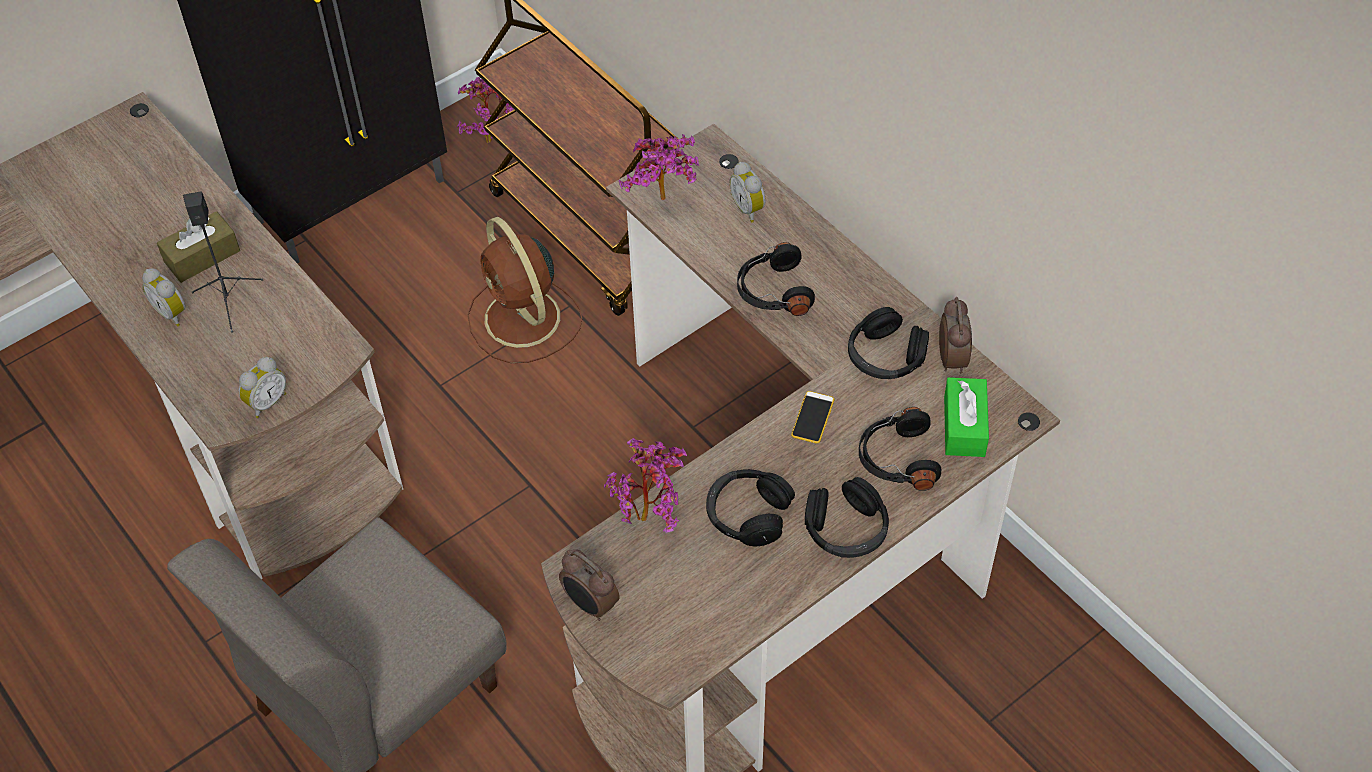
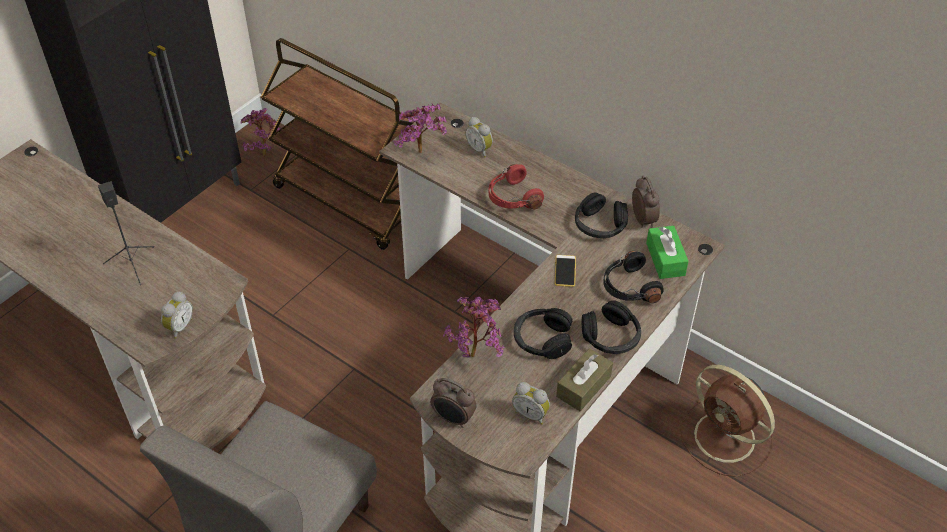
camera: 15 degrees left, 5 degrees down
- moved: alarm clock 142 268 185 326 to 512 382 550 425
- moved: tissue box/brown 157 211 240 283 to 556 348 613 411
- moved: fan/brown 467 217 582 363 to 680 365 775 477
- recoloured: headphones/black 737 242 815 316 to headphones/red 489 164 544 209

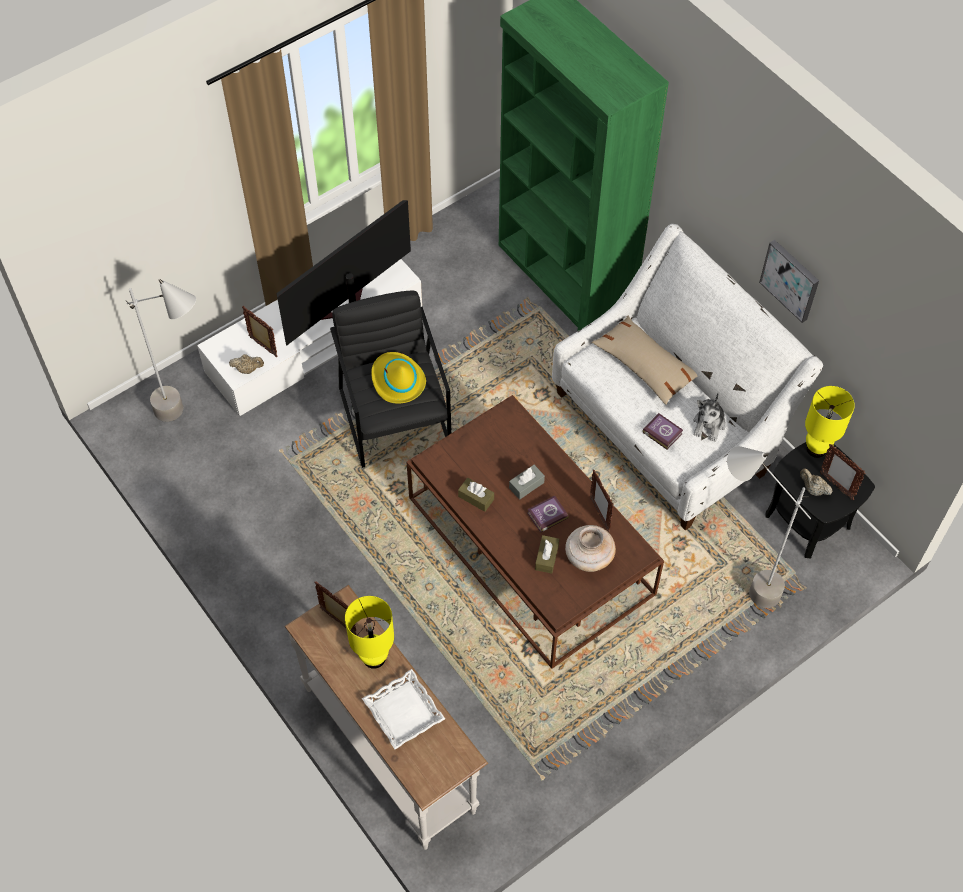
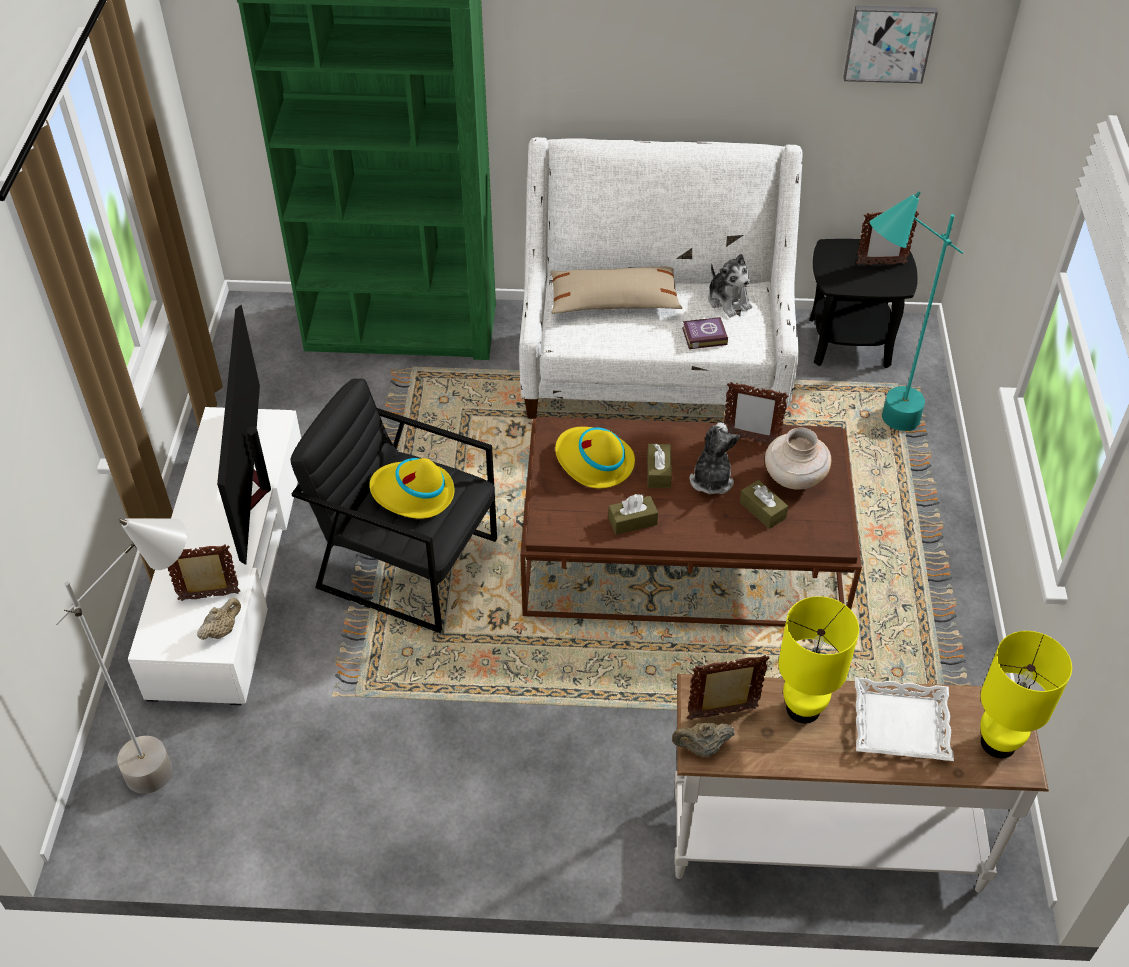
camera: 50 degrees left, 10 degrees down
- added: hat/yellow 555 427 635 489
- moved: picture 759 240 819 323 to 843 6 938 83
- moved: teapot/beige 800 468 833 496 to 672 723 735 757
- moved: table lamp/yellow 805 386 855 458 to 980 631 1072 758
- replaced: book 527 496 568 533 to plush toy 690 422 741 495
- recoloured: tissue box/grey 509 465 545 500 to tissue box/brown 647 444 672 488
- recoloured: floor lamp/grey 727 446 811 608 to floor lamp/turquoise 869 191 963 431

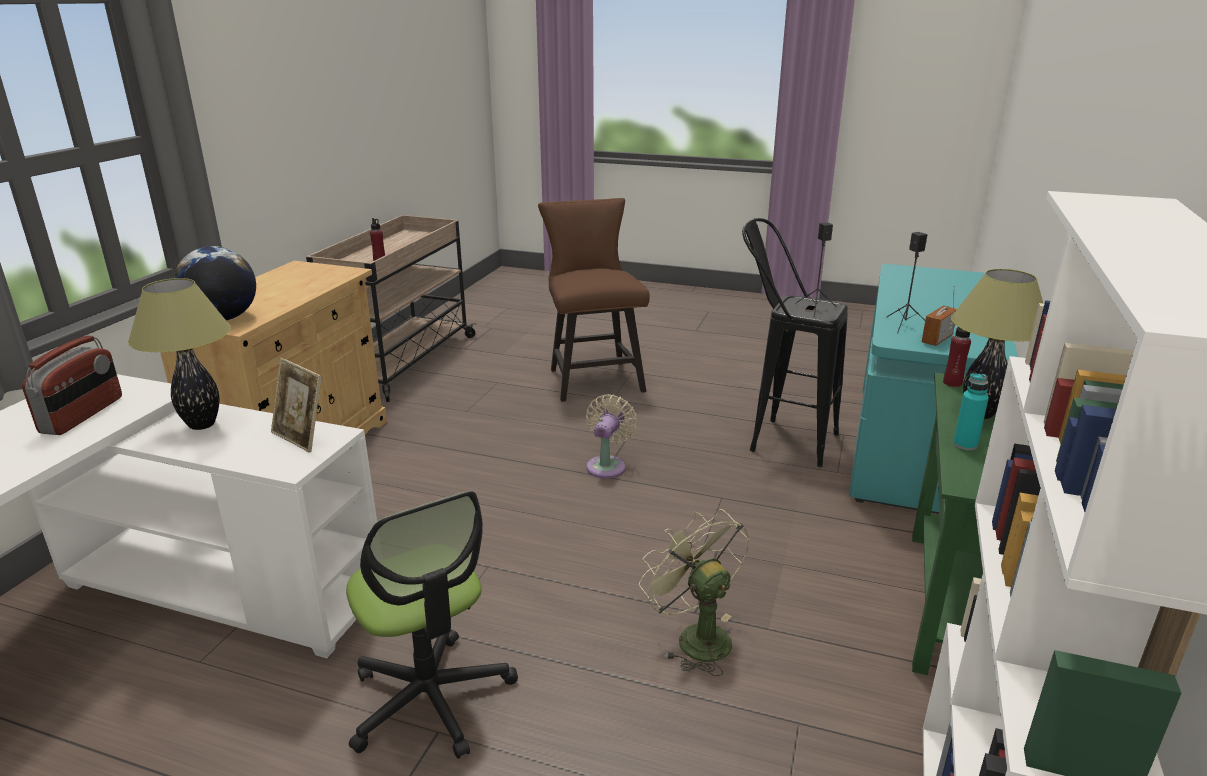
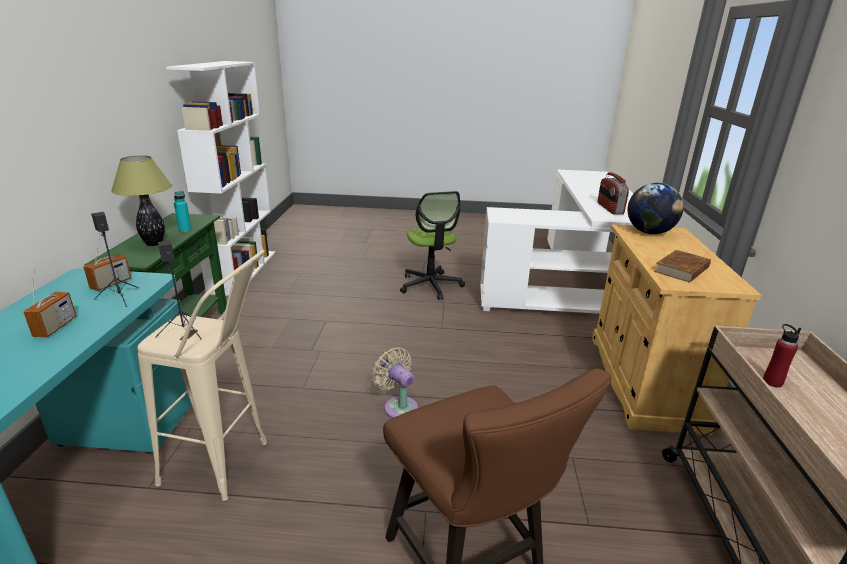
camera: 165 degrees right, 0 degrees up
- removed: table lamp 128 278 231 430
- removed: picture frame 271 358 322 453
- removed: fan/green 639 509 750 676
- removed: bottle/red 943 327 971 387
- added: radio 23 268 76 338
- added: book/brown 654 250 711 283
- recoloured: stool/black 742 218 848 467 to stool/beige 137 250 267 501
- turned: office chair 346 491 518 759 = 400 191 465 300 150 degrees counterclockwise
- turned: fan/beige 586 394 638 478 = 372 347 418 418 135 degrees clockwise

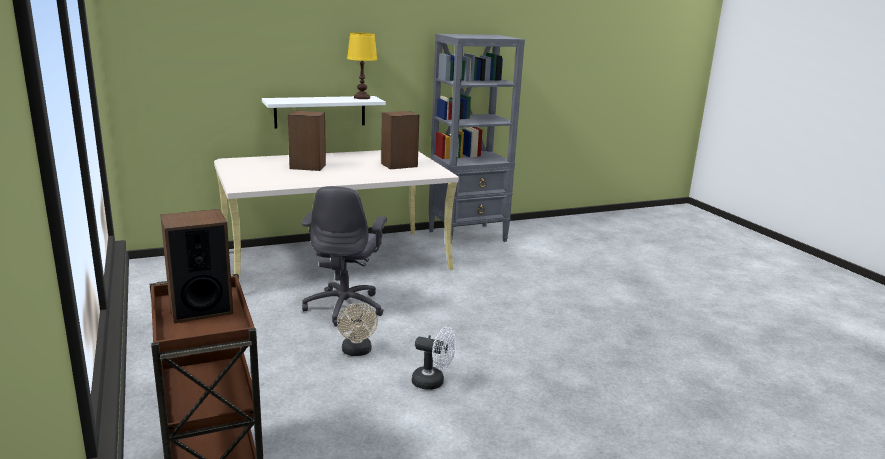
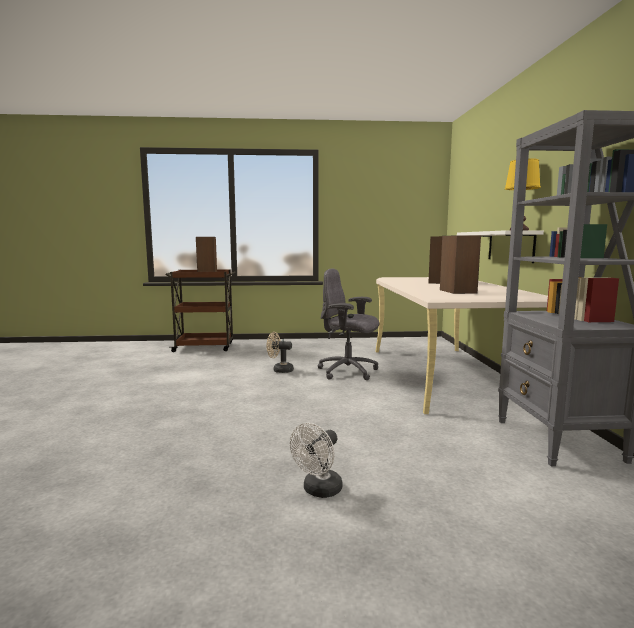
camera: 110 degrees right, 10 degrees down
- moved: fan/white 412 327 456 390 to 290 423 342 498

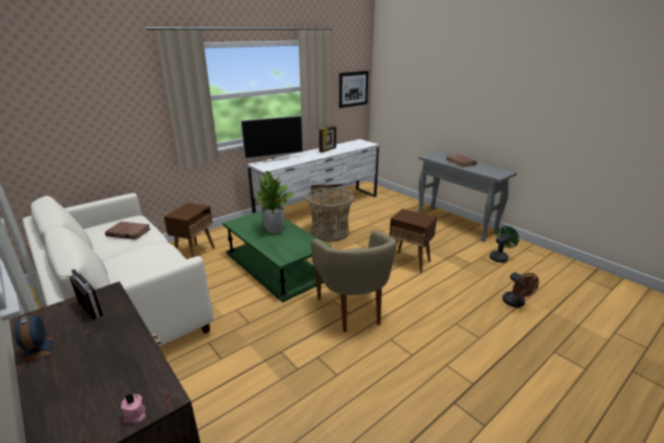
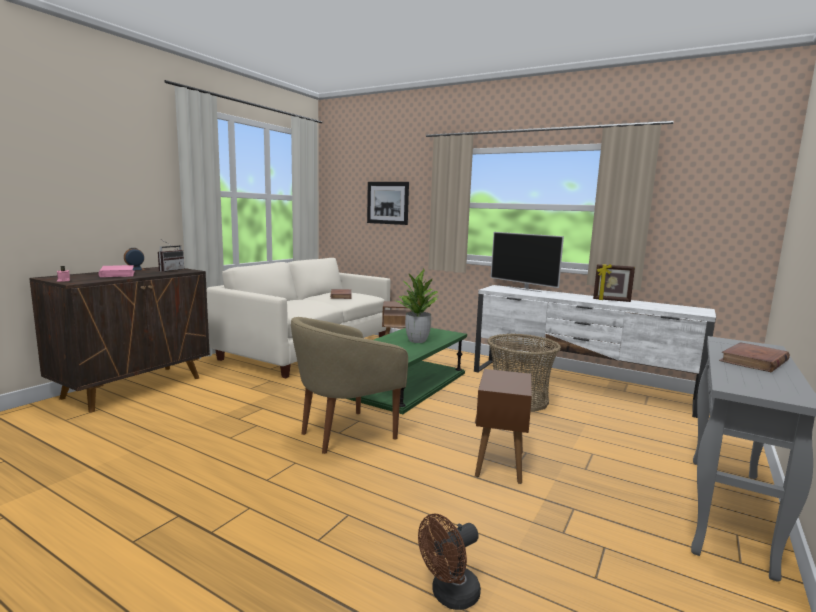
camera: 70 degrees right, 15 degrees down
- removed: fan/green 489 226 519 263
- added: book/pink 98 265 135 277
- moved: picture 339 71 369 108 to 367 182 409 225

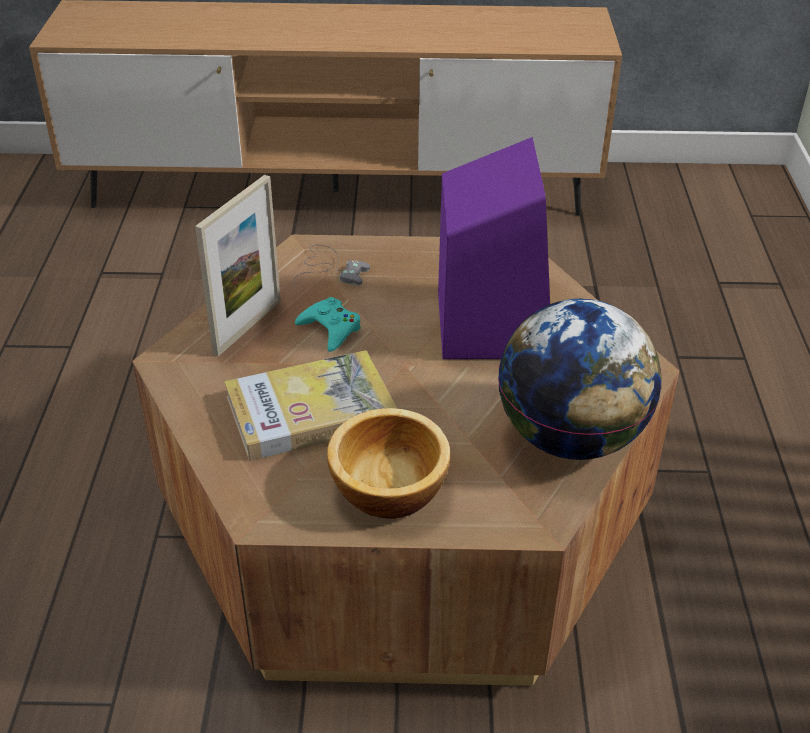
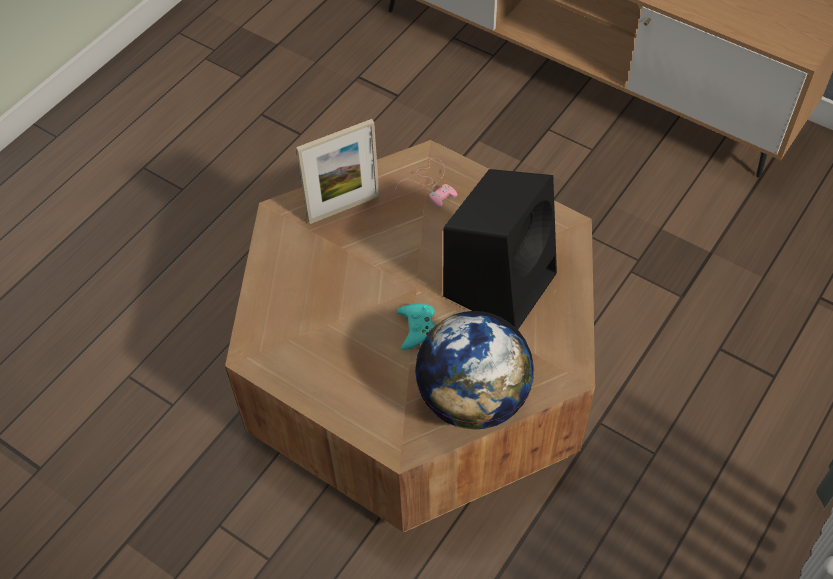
camera: 35 degrees right, 15 degrees up
- removed: book 224 350 397 461
- removed: bowl 327 408 450 519
- moved: game controller/turquoise 295 297 361 352 to 397 304 435 350
- recoloured: game controller/grey 293 245 370 287 to game controller/pink 395 158 458 208
- recoloured: speaker/purple 438 137 550 359 to speaker/black 443 169 557 330

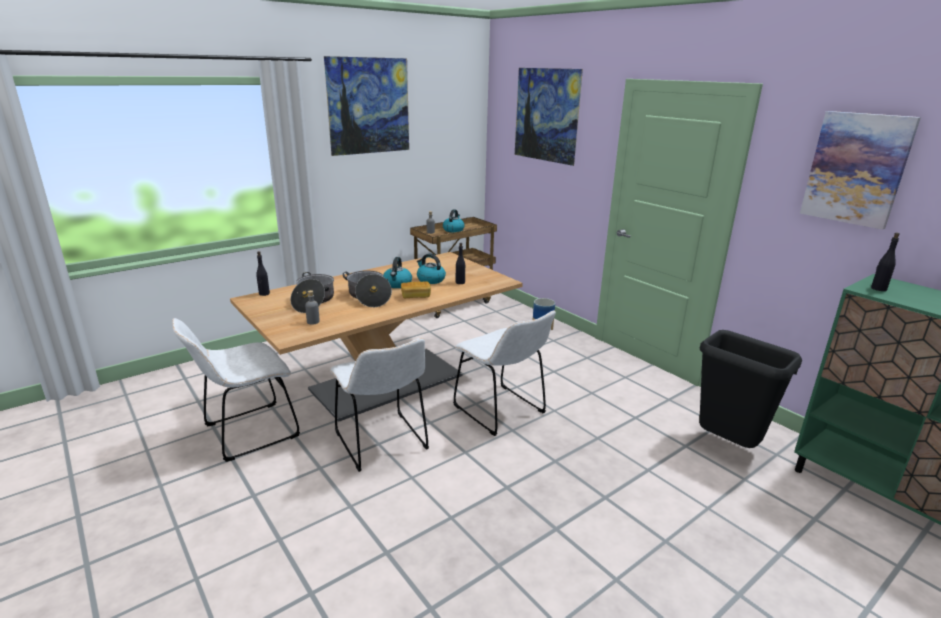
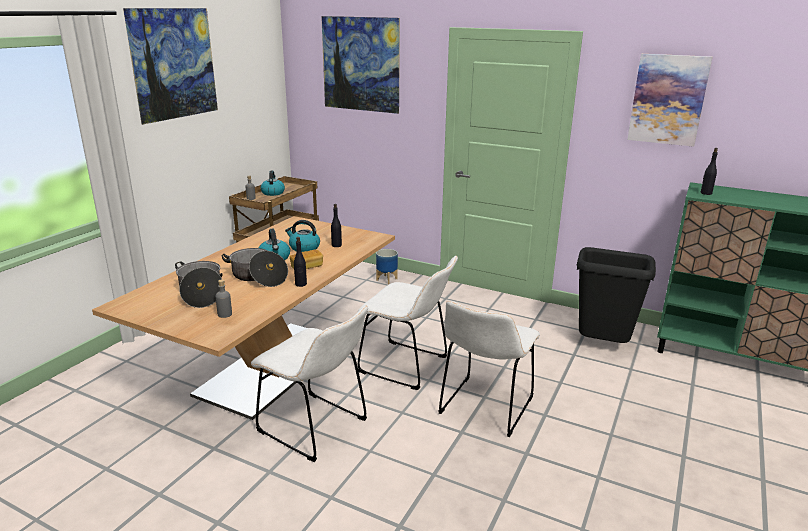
camera: 25 degrees left, 0 degrees up
- moved: chair/white 172 318 300 462 to 438 301 540 437
- moved: bottle/black 256 251 270 296 to 294 237 307 287

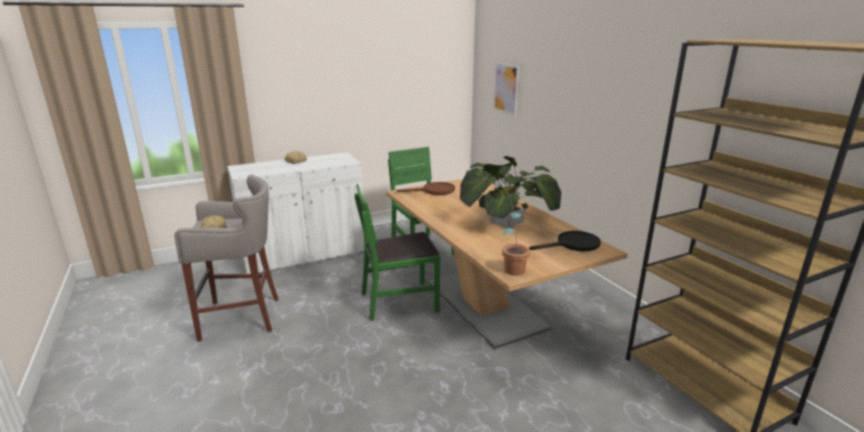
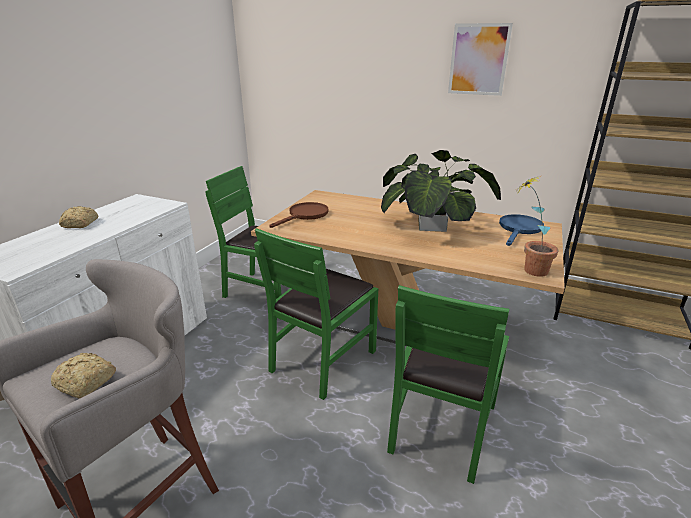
camera: 40 degrees left, 5 degrees up
- added: chair/green 387 285 509 484
- moved: picture 493 63 519 116 to 448 23 513 96
- recoloured: frying pan/black 529 231 601 252 to frying pan/blue 499 214 544 246

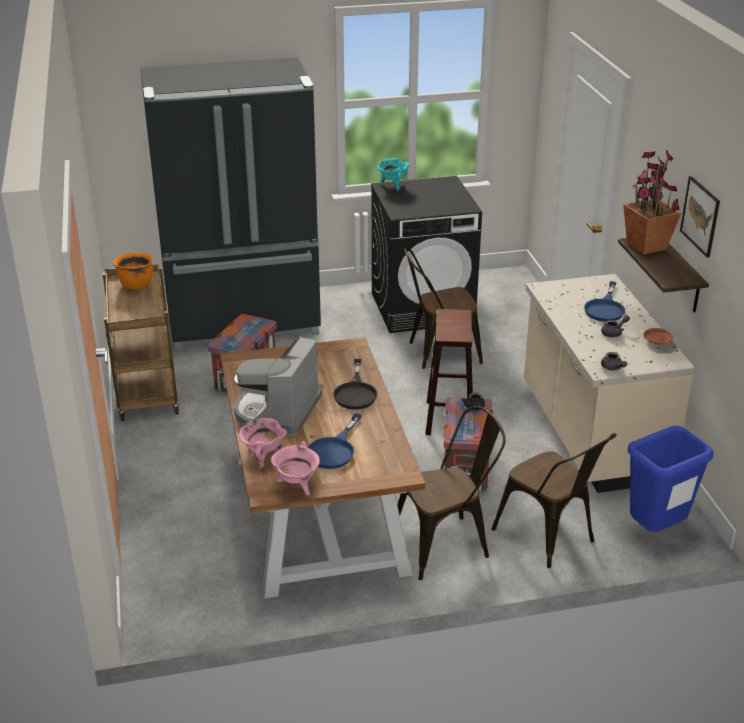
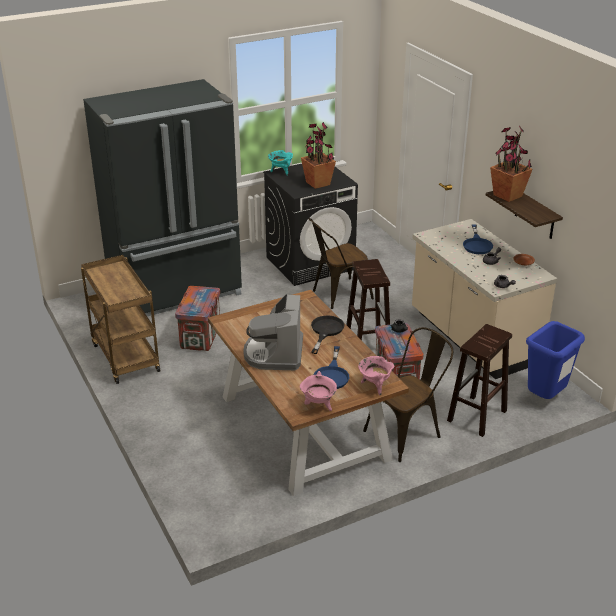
camera: 15 degrees left, 0 degrees up
- removed: cooking pot/orange 113 252 153 290
- removed: picture 680 176 720 258
- added: potted plant 301 122 336 189
- moved: cooking pot/pink 239 418 287 470 to 358 356 394 395
- replaced: chair/brown 492 433 617 568 to stool/brown 447 324 512 437
- turned: frying pan/black 333 359 378 410 = 311 315 345 354 150 degrees counterclockwise

